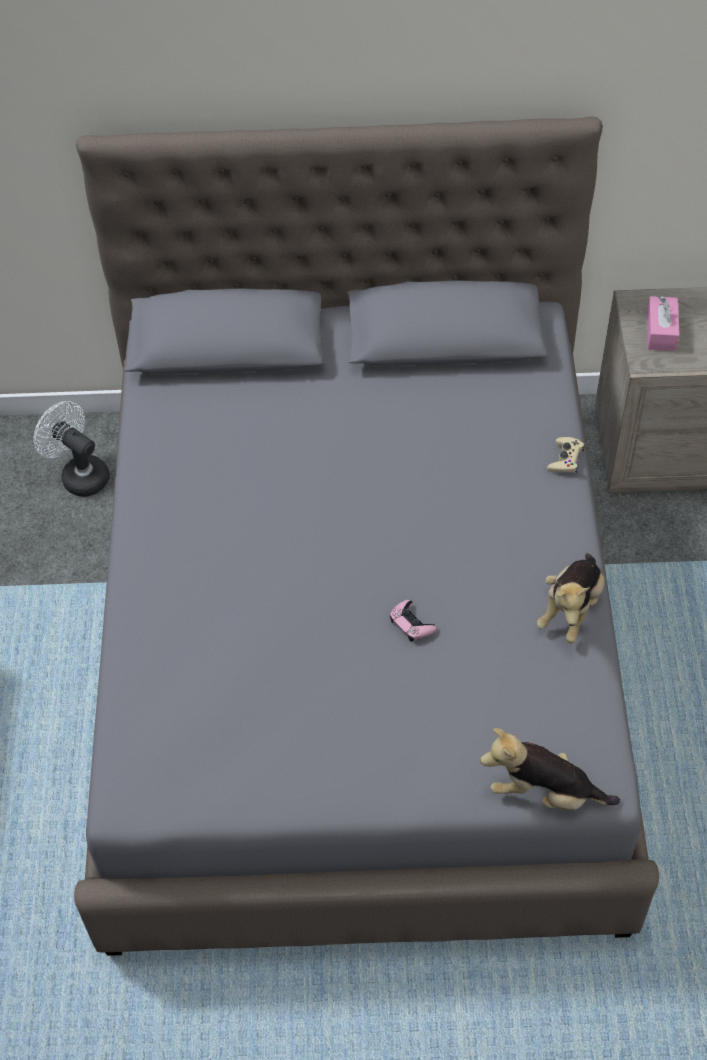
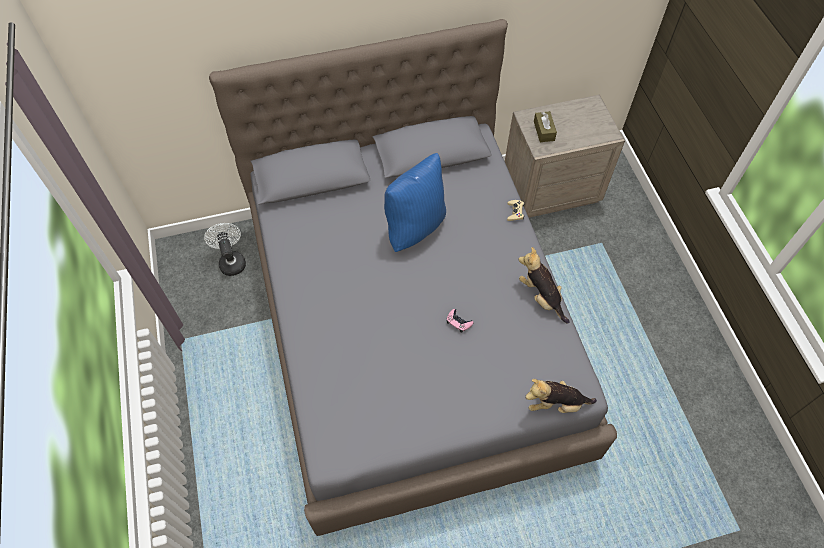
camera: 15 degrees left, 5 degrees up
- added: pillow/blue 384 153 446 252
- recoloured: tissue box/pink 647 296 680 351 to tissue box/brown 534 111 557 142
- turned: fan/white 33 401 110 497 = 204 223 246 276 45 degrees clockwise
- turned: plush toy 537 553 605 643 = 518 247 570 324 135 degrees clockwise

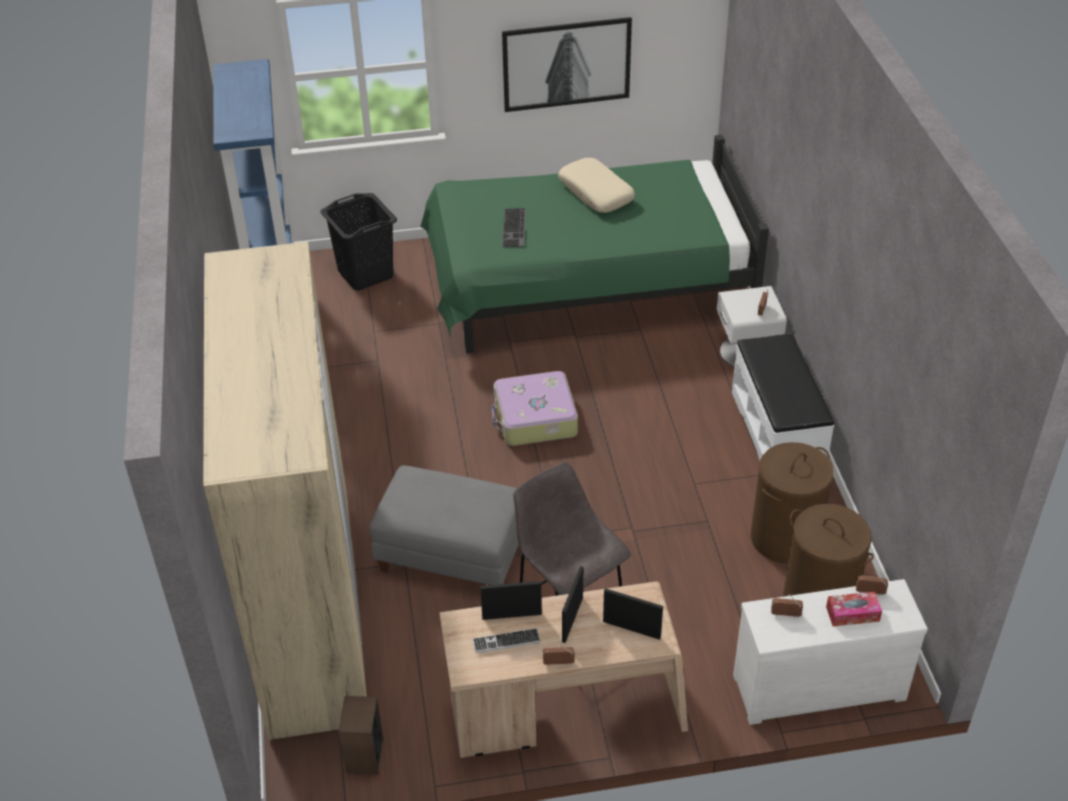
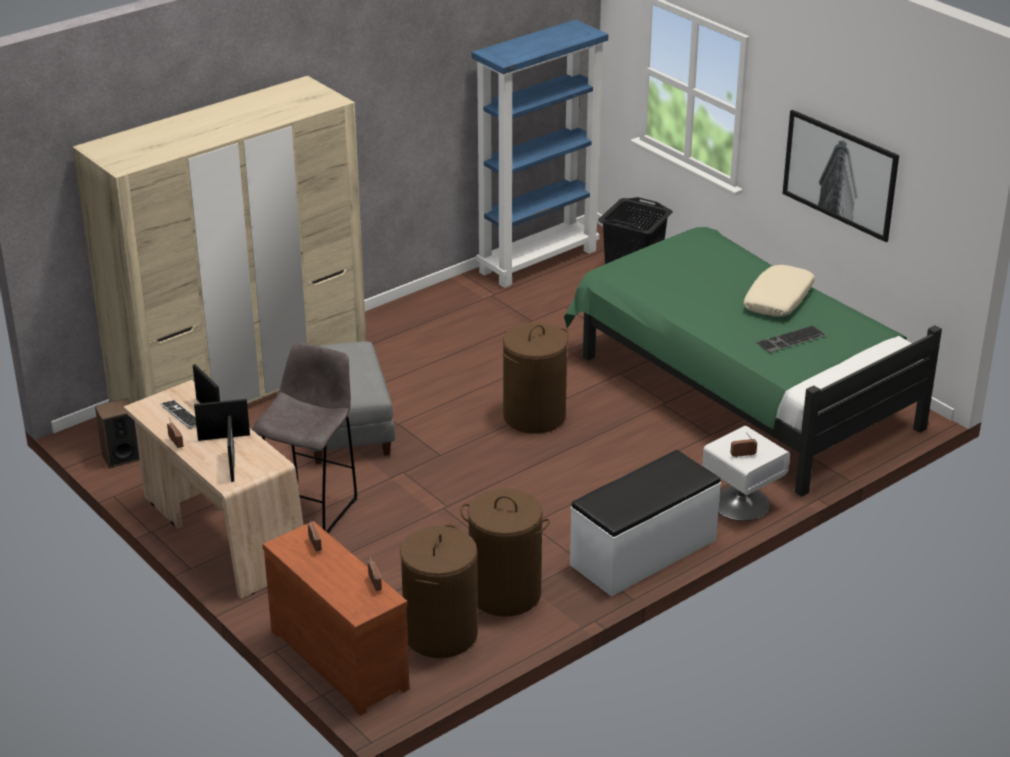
camera: 60 degrees right, 10 degrees down
- removed: tissue box 826 592 882 626
- moved: keyboard 502 208 526 247 to 756 325 826 353
- replaced: suitcase 492 371 578 446 to laundry basket/brown 502 322 569 434
- recoloured: dresser/white 733 579 928 725 to dresser/brown 263 521 410 716

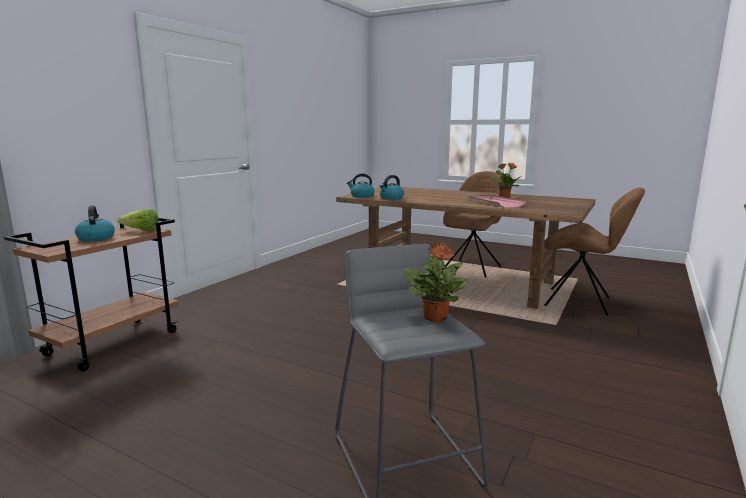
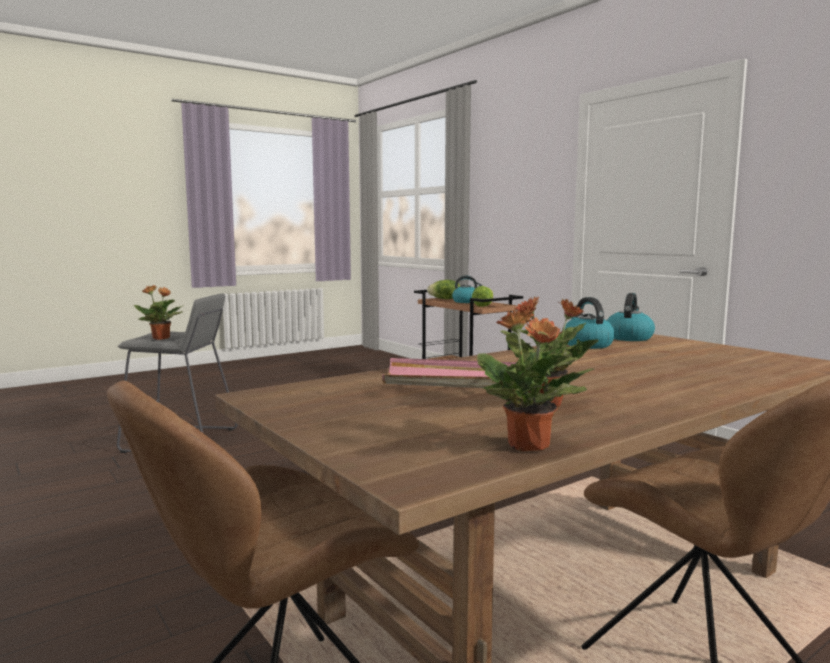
camera: 115 degrees right, 5 degrees down
- added: lettuce 427 280 460 299
- added: potted plant 477 310 594 451

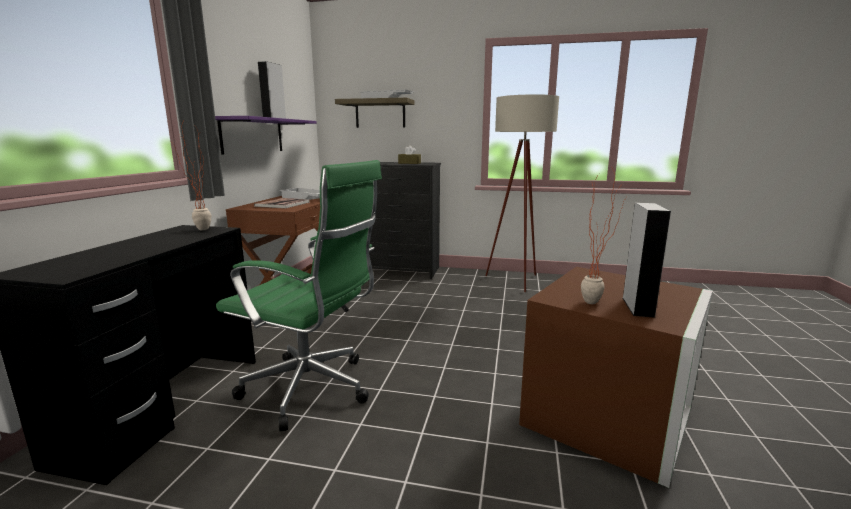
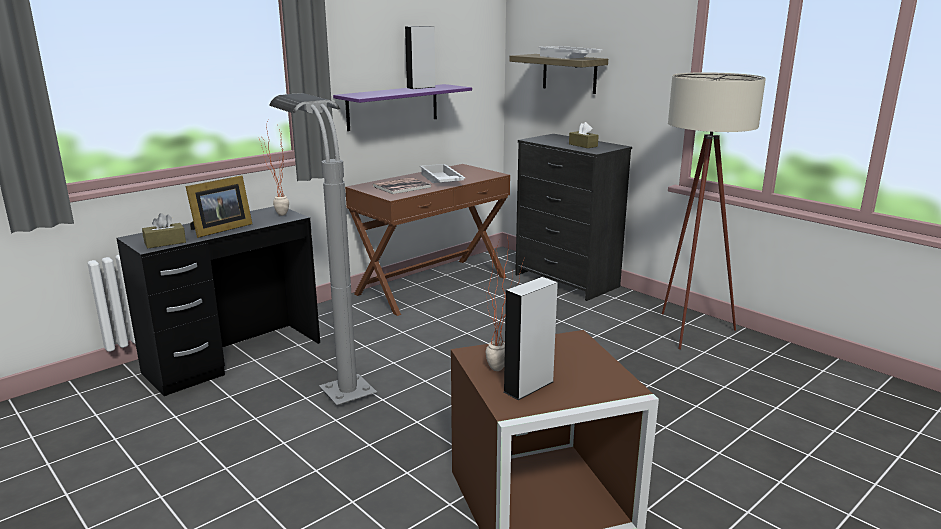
camera: 35 degrees right, 5 degrees up
- added: tissue box/brown 142 213 186 248
- added: picture frame 185 175 252 238
- replaced: office chair/green 216 160 382 431 to floor lamp/grey 269 93 377 405

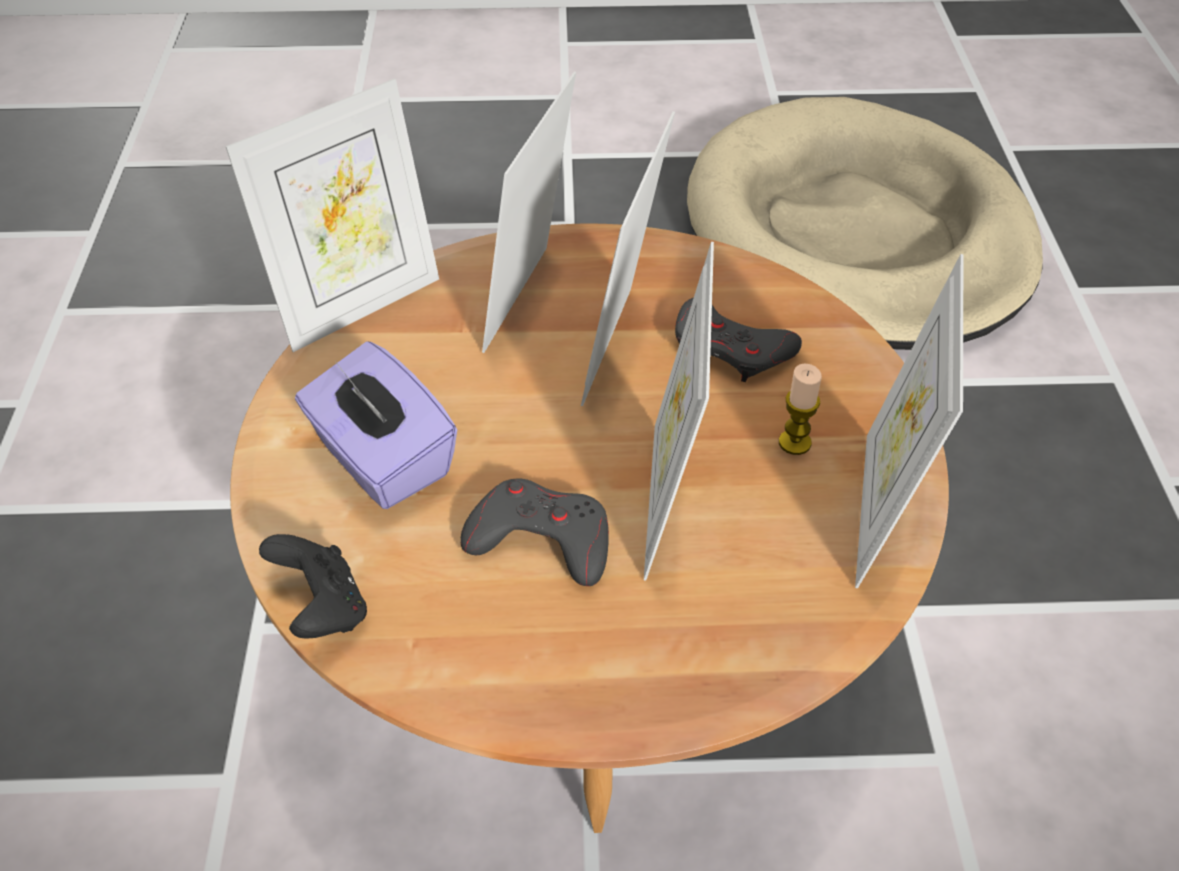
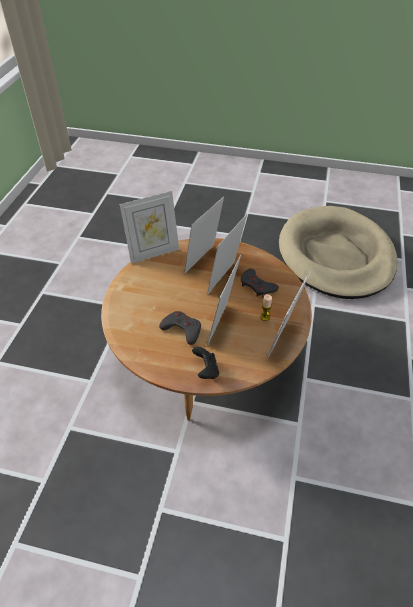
camera: 15 degrees right, 0 degrees up
- removed: tissue box/purple 295 341 457 509
- moved: game controller/black 259 534 367 639 to 192 347 219 379

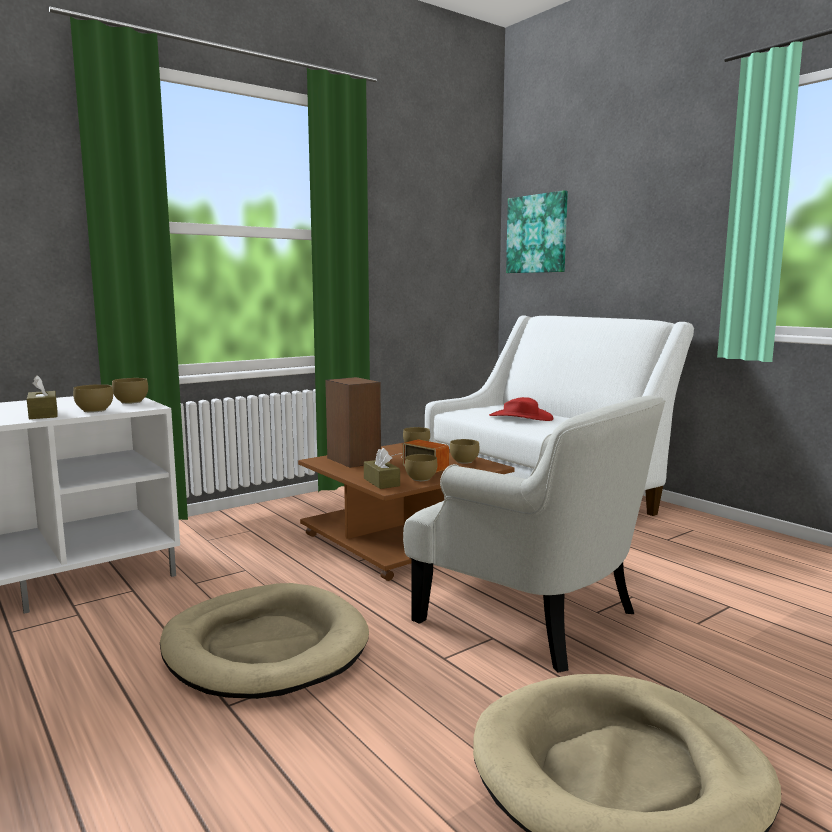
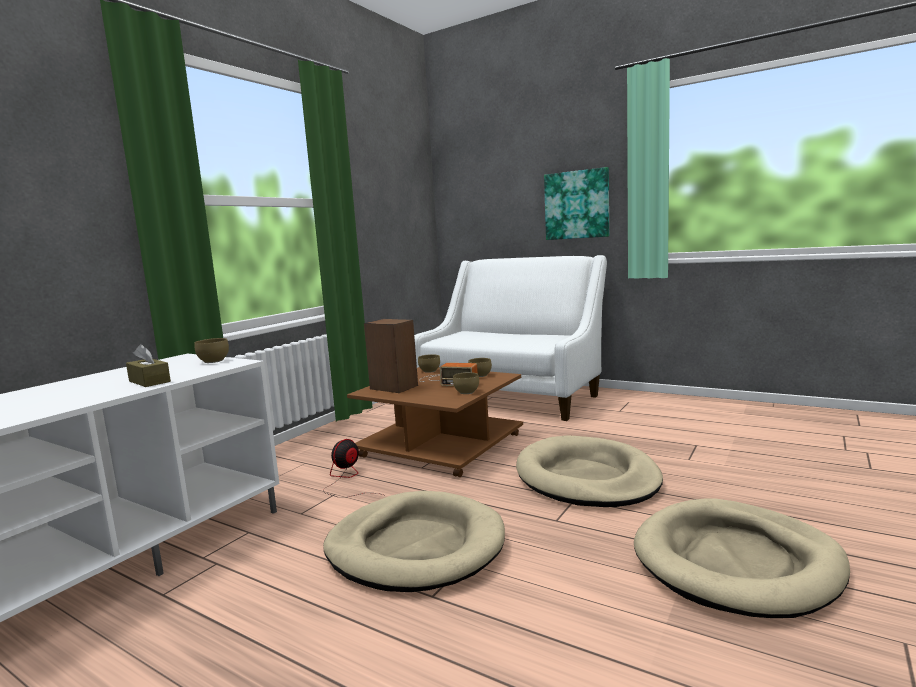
camera: 20 degrees left, 0 degrees up
- removed: bowl/brown 73 384 113 413
- removed: tissue box/brown 364 448 400 489
- removed: hat/red 489 397 554 421
- added: fan 323 439 383 497
- moved: picture 506 190 568 273 to 544 167 609 240
- replaced: armchair/white 403 396 665 673 to dog bed/beige 516 435 663 507

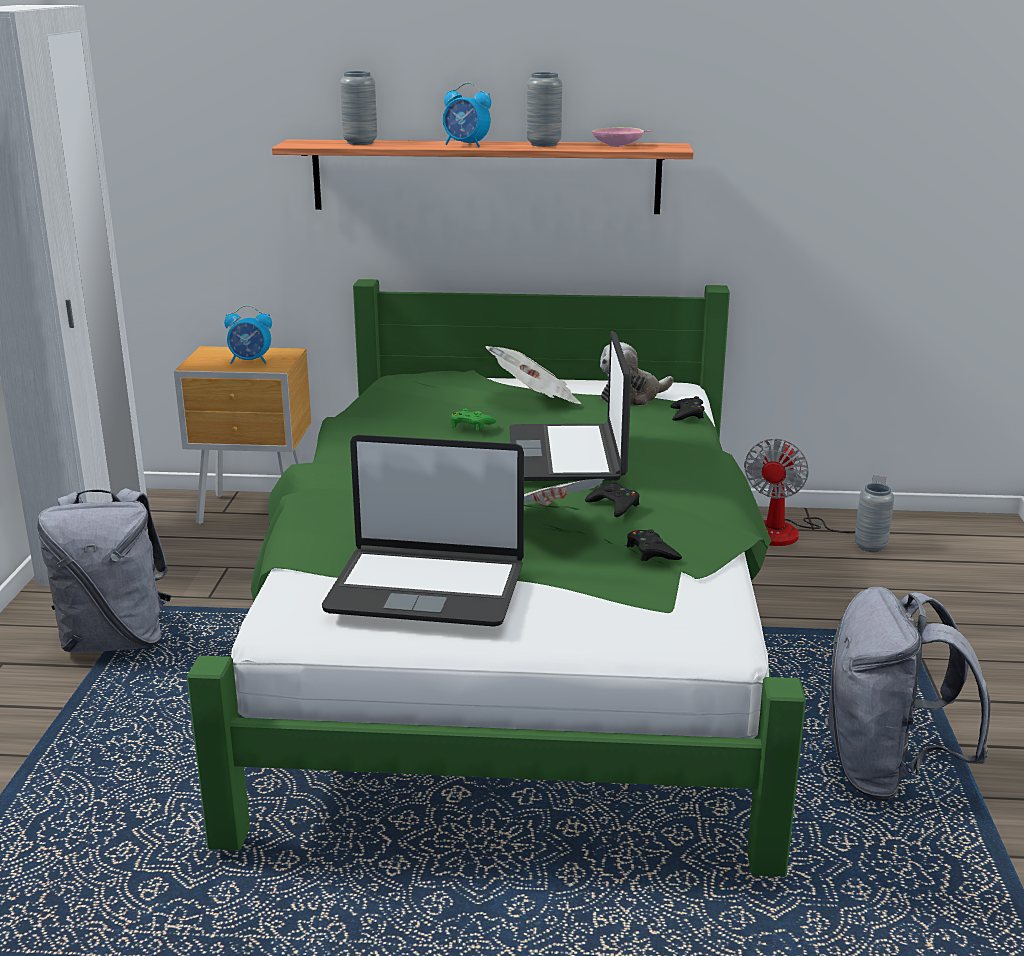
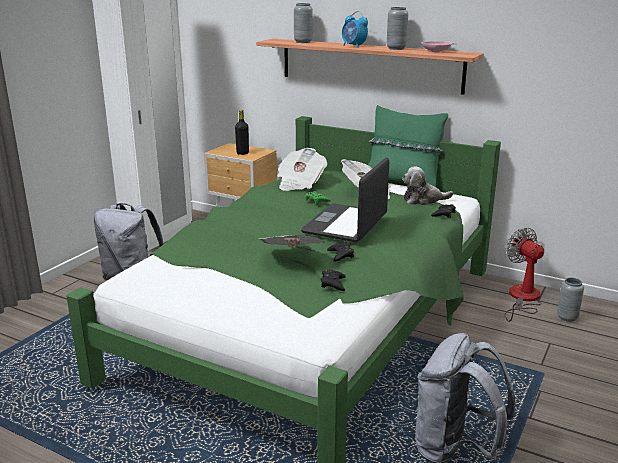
camera: 25 degrees right, 0 degrees up
- removed: laptop 322 435 524 627
- added: newspaper 277 148 327 191
- added: pillow/green 368 105 448 187
- replaced: alarm clock 224 305 272 364 to bottle/black 235 109 249 155
- turned: fan 744 438 886 546 = 505 227 544 322 105 degrees clockwise

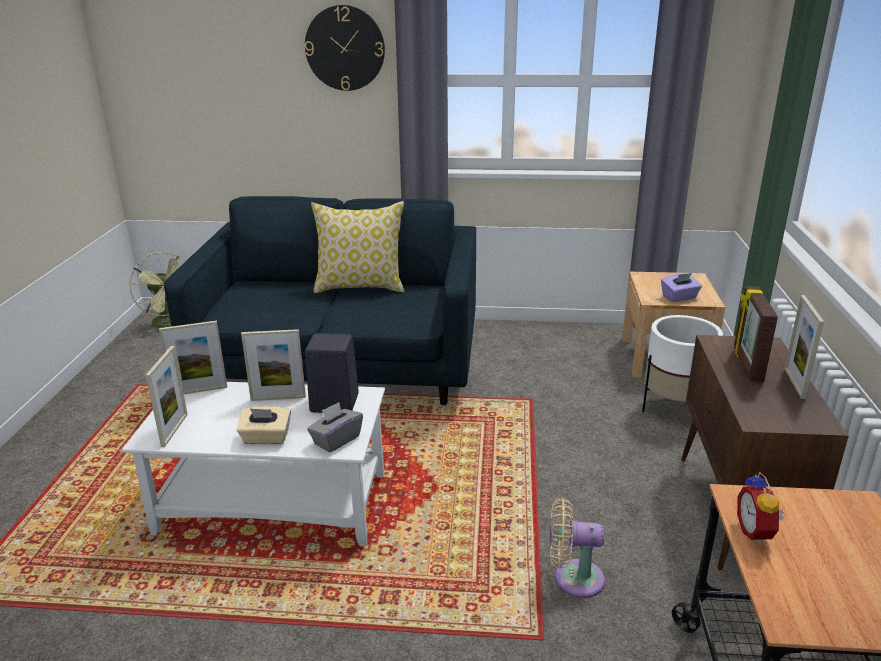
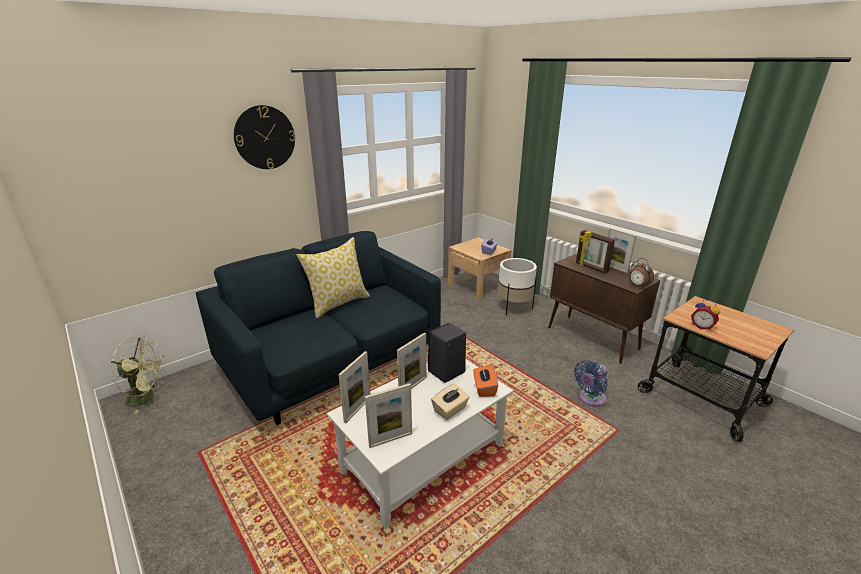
camera: 45 degrees left, 0 degrees up
- added: alarm clock 629 258 654 288
- recoloured: tissue box/grey 307 402 363 453 to tissue box/orange 473 365 498 397
- recoloured: fan/beige 550 498 605 598 to fan/blue 574 360 608 407
- turned: picture frame 146 346 188 447 = 365 383 412 448 105 degrees clockwise

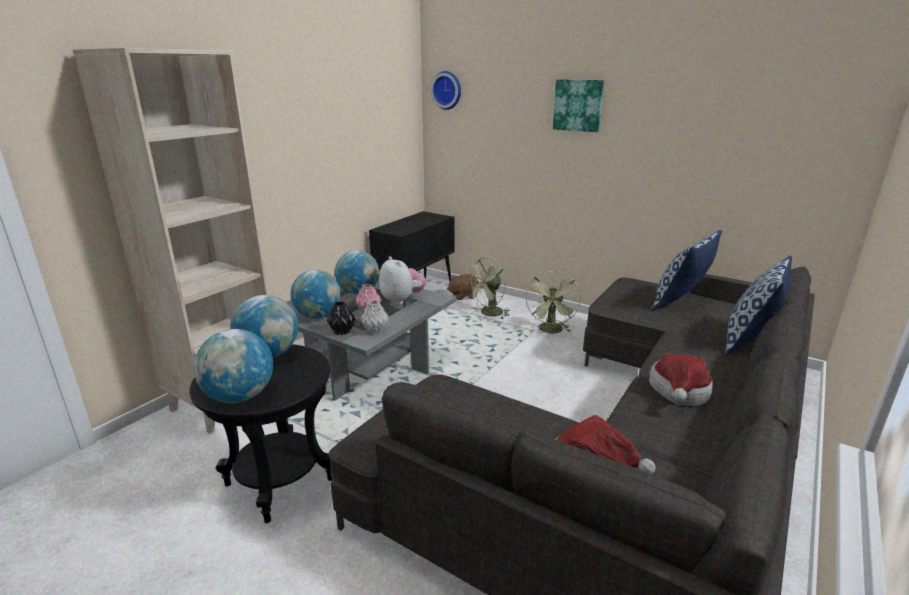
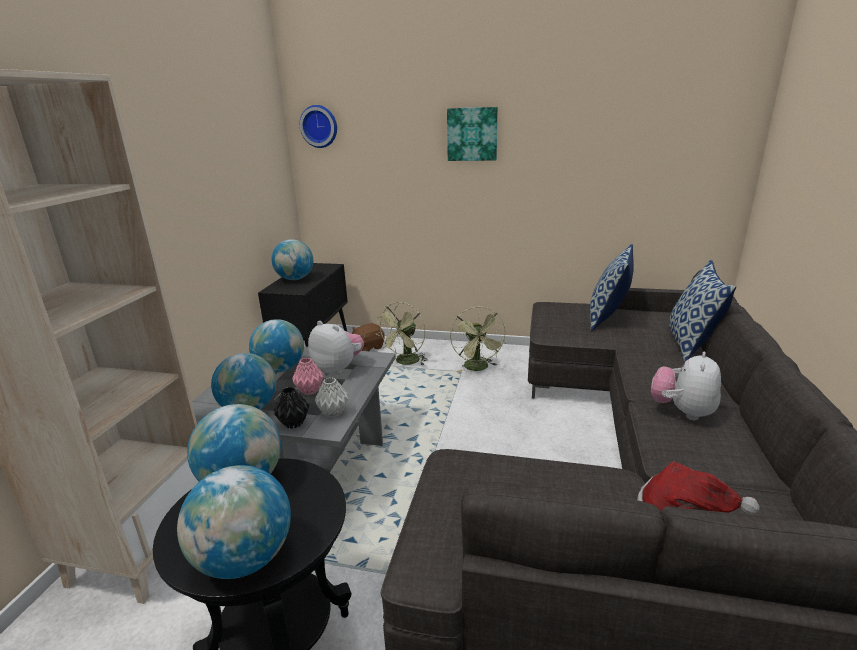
camera: 20 degrees left, 0 degrees up
- added: globe 271 239 313 280
- replaced: hat 649 353 713 406 to plush toy 651 352 721 420

